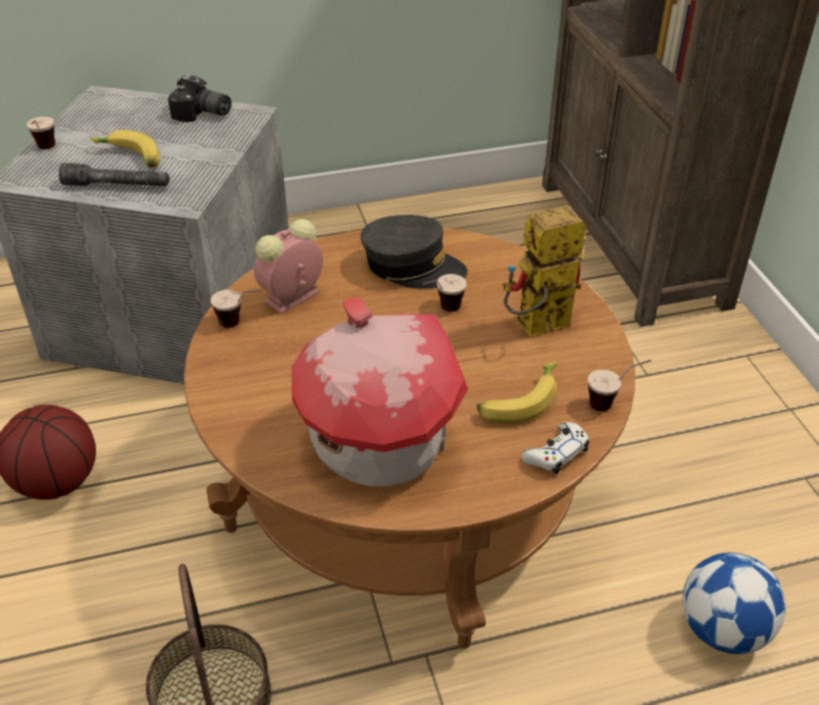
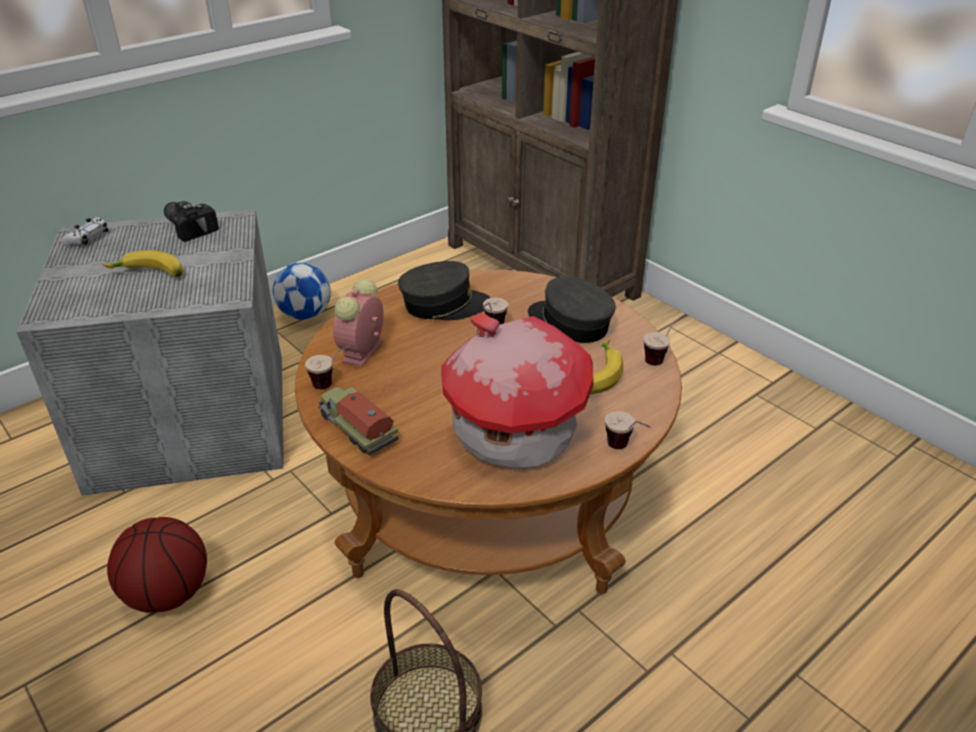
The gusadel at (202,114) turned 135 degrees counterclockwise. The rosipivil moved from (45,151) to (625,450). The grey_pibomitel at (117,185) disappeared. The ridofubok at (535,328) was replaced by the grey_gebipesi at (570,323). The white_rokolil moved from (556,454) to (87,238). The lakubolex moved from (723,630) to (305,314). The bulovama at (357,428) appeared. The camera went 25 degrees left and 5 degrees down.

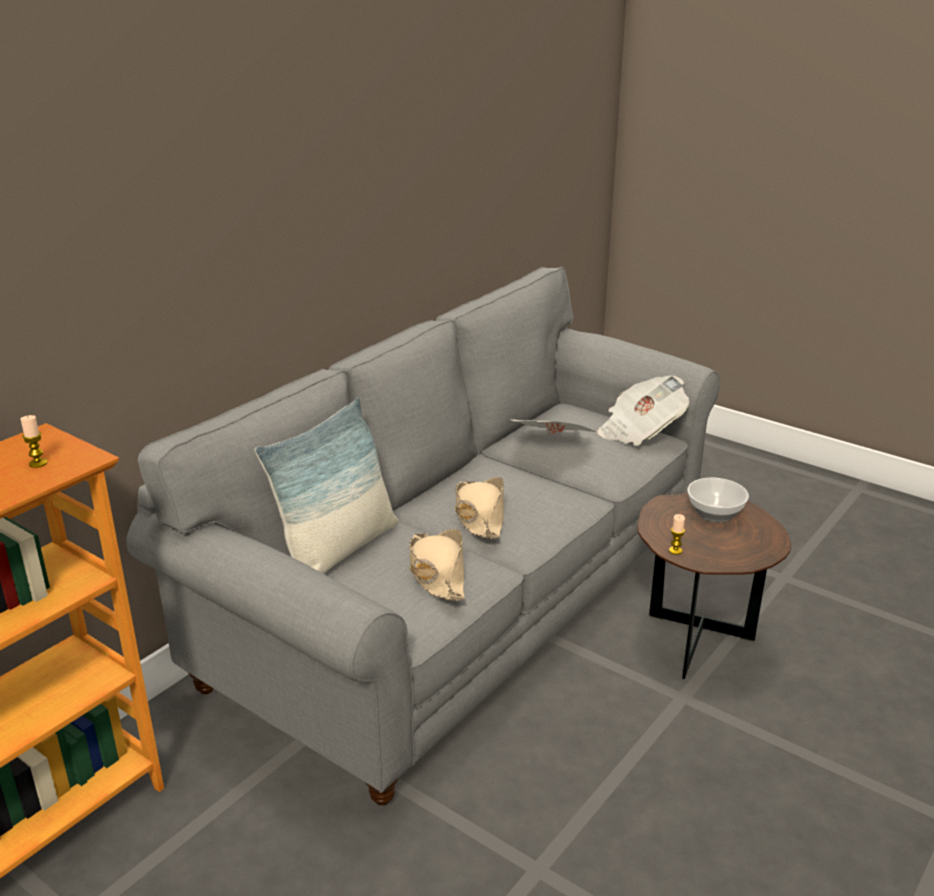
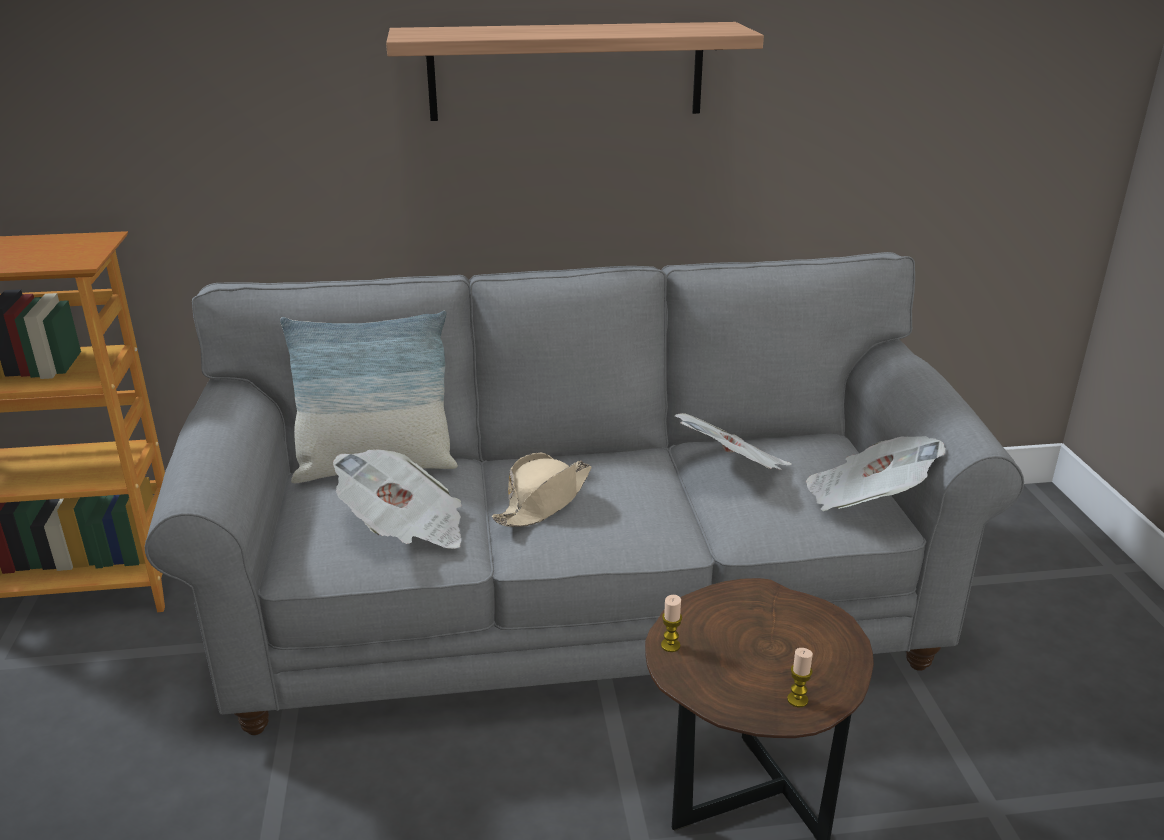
The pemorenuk moved from (38,463) to (797,700). The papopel at (716,513) disappeared. The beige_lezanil at (437,573) was replaced by the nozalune at (405,528). The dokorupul at (566,71) appeared. The camera went 45 degrees right and 0 degrees up.

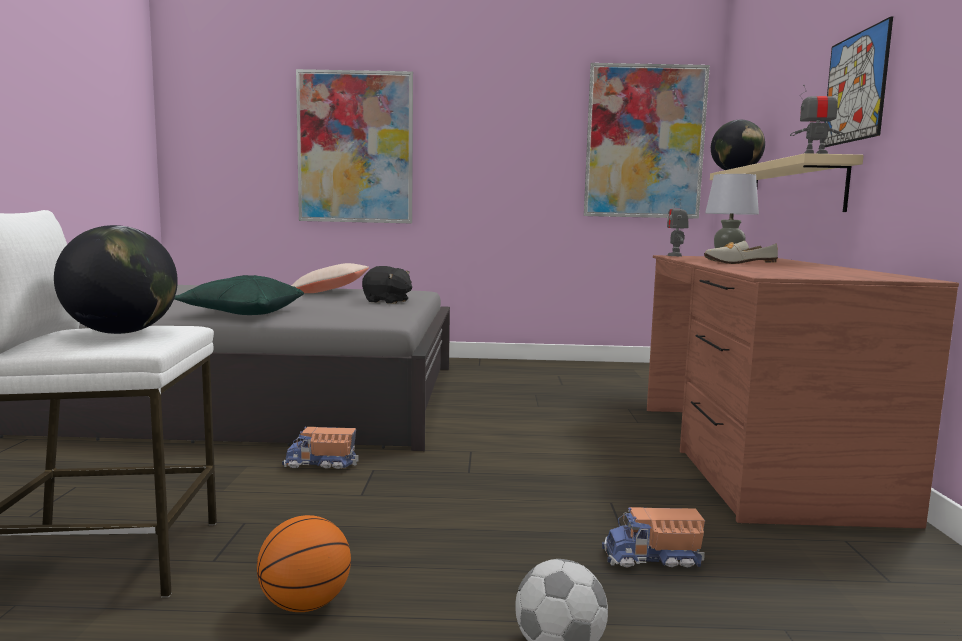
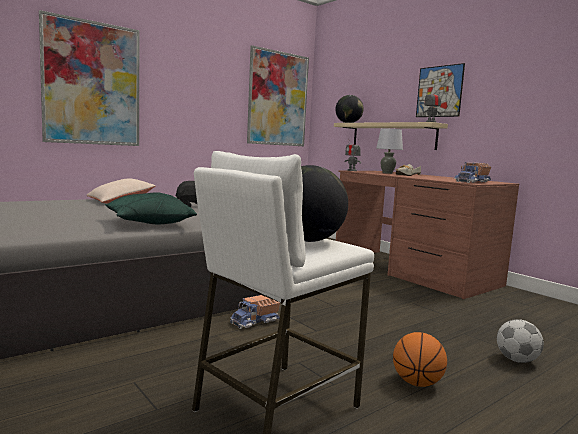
The bulovama moved from (653,559) to (472,182). The camera went 40 degrees left and 0 degrees up.

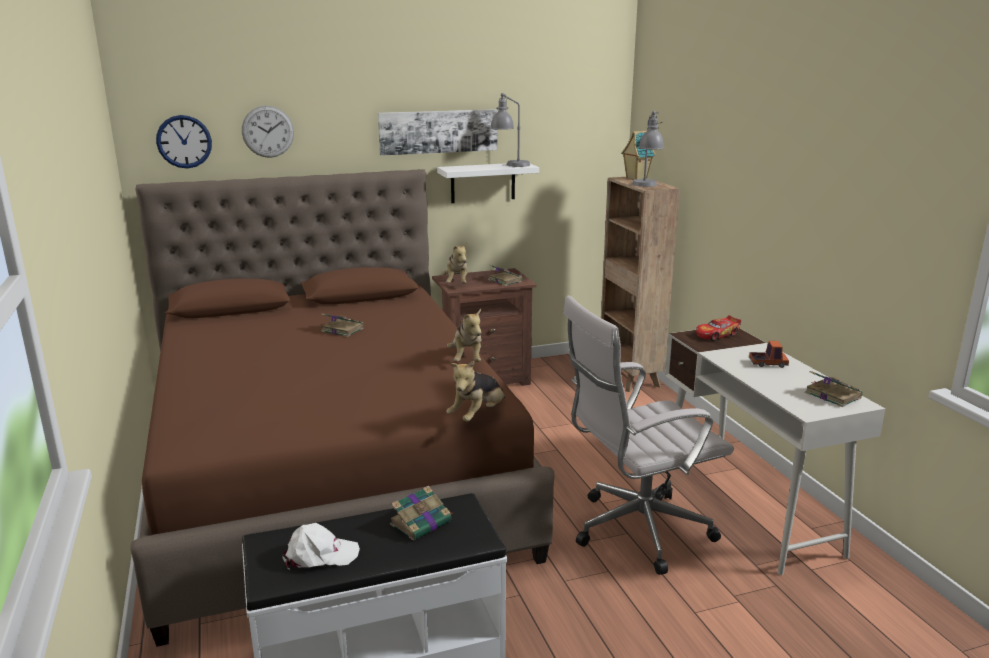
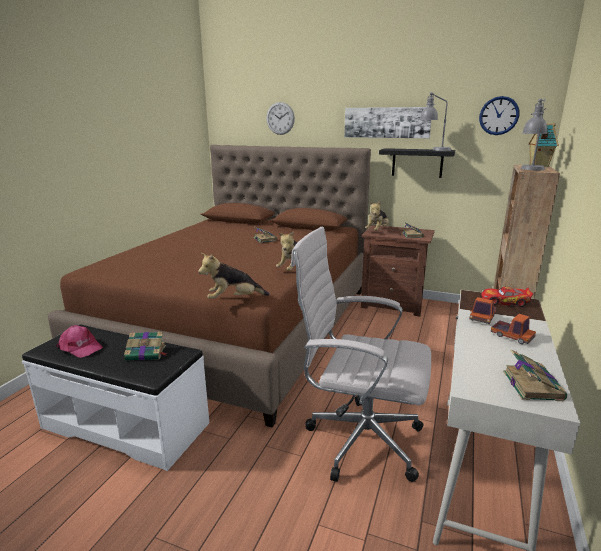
The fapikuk moved from (184,141) to (498,115). The white_dokorupul at (483,182) became the black_dokorupul at (417,163). The white_gebipesi at (320,555) became the pink_gebipesi at (80,347). The bulovama at (482,317) appeared. The camera went 40 degrees right and 0 degrees up.

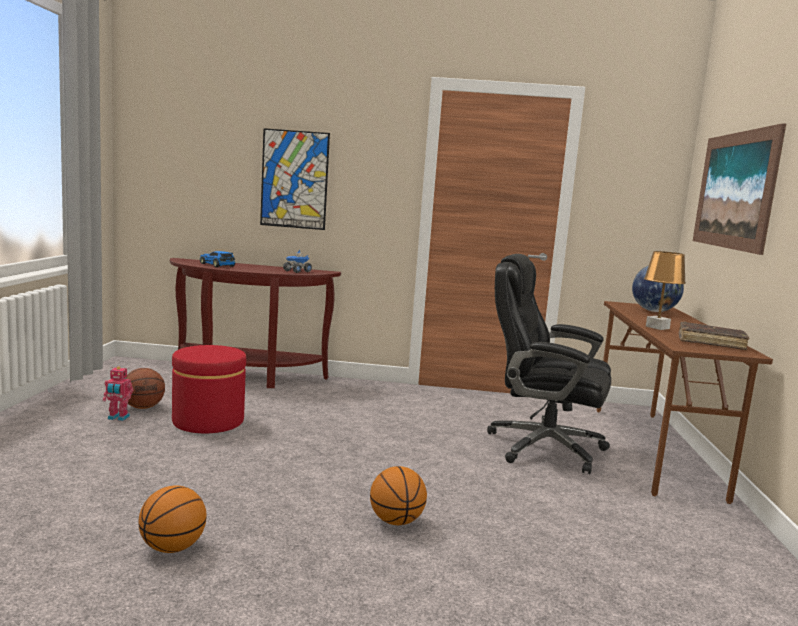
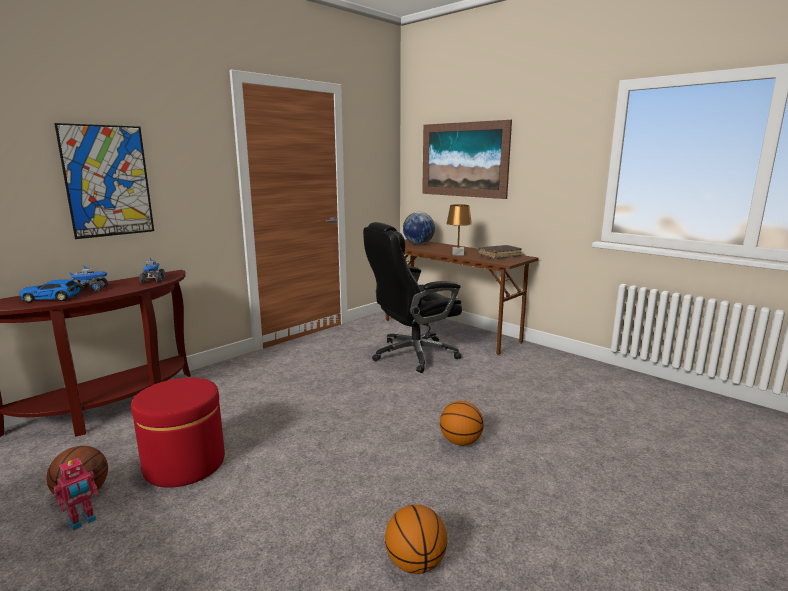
The bulovama at (91,289) appeared. The camera went 50 degrees left and 5 degrees up.

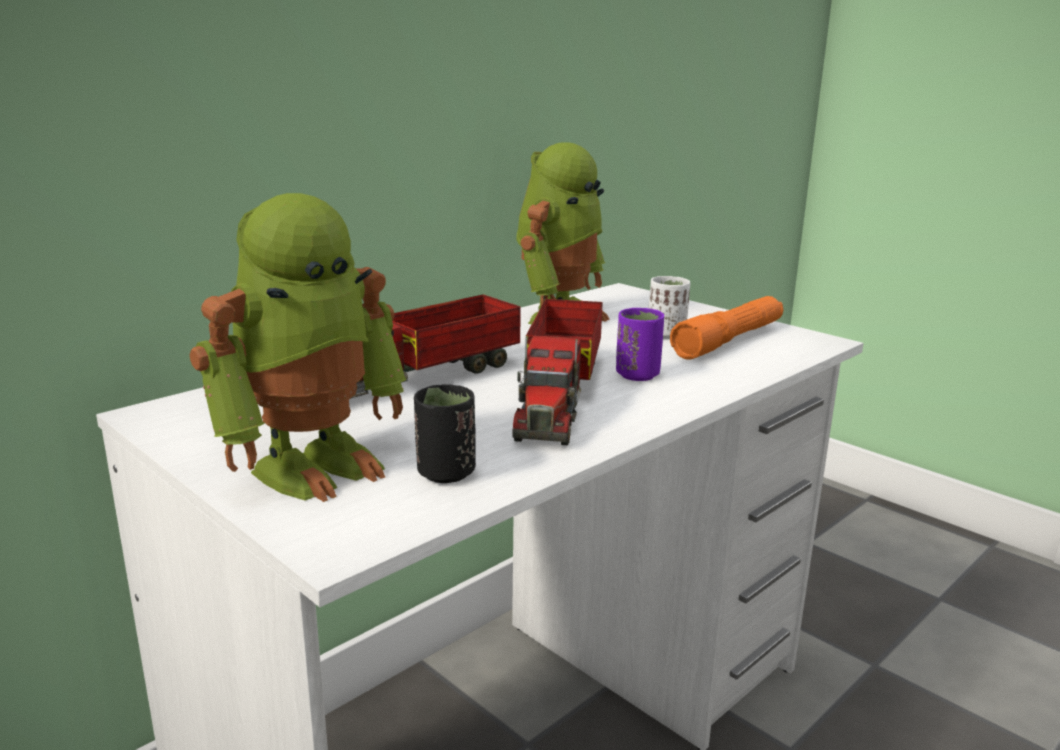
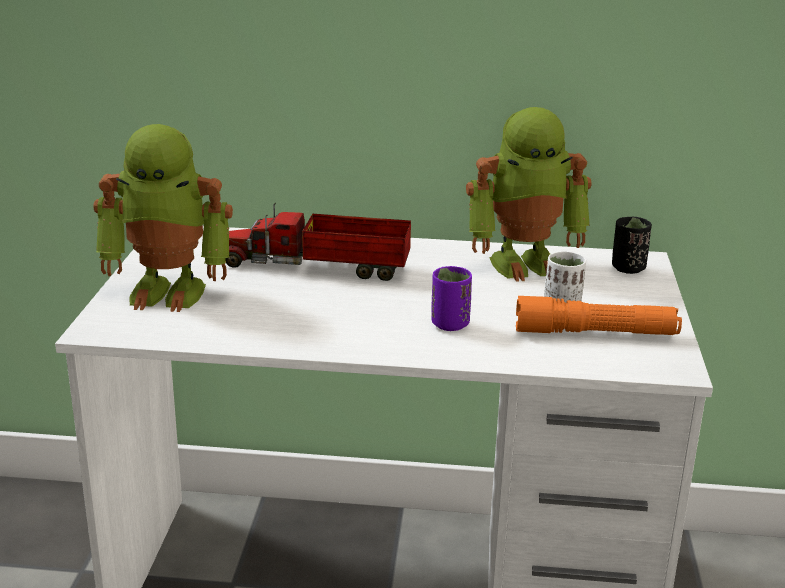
The bulovama at (559,393) disappeared. The black_rosipivil moved from (446,473) to (628,268). The camera went 50 degrees right and 5 degrees up.

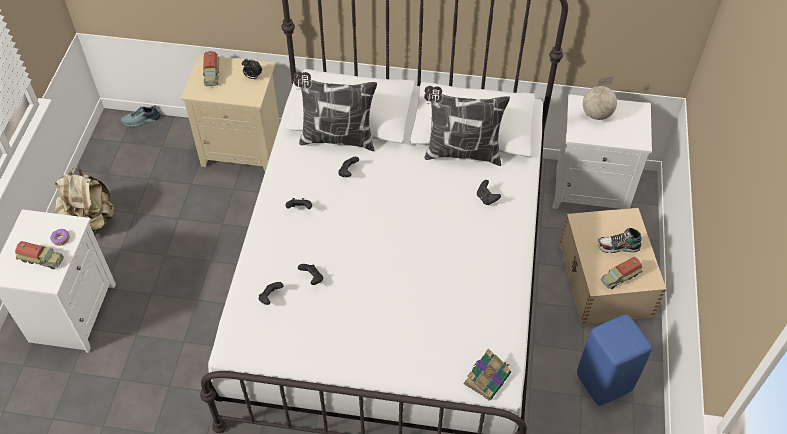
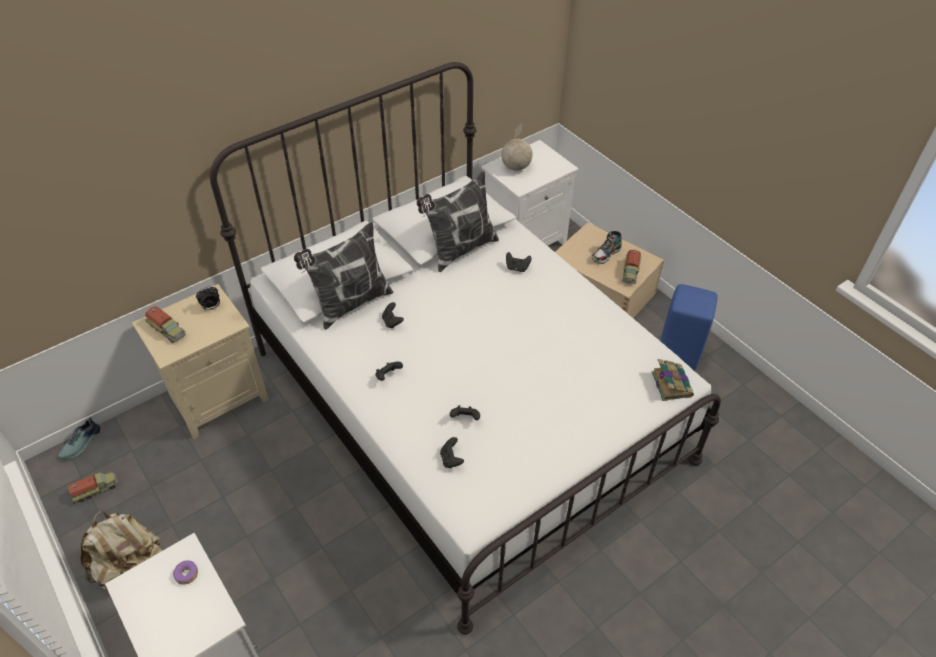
The bulovama moved from (41,259) to (95,489). The camera went 45 degrees left and 5 degrees down.

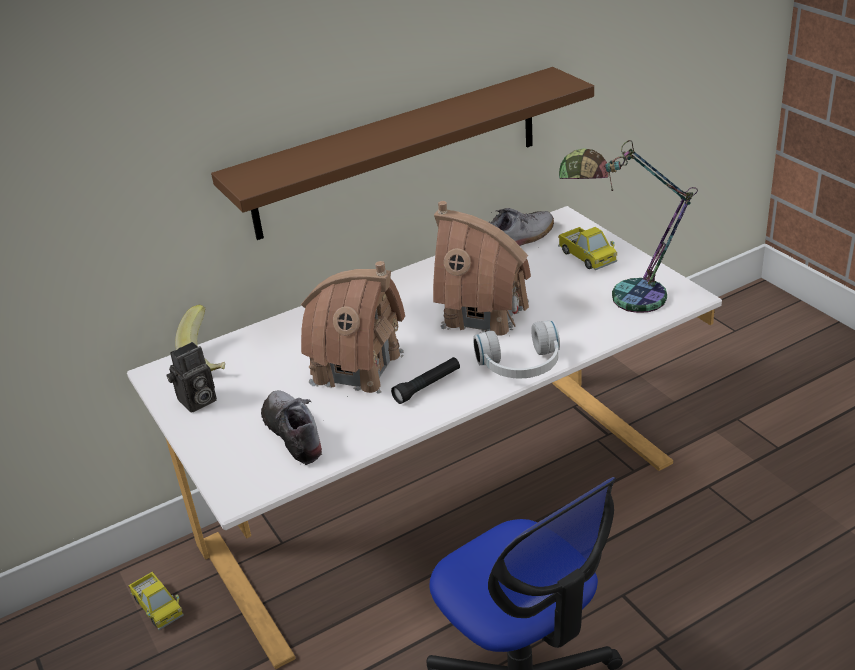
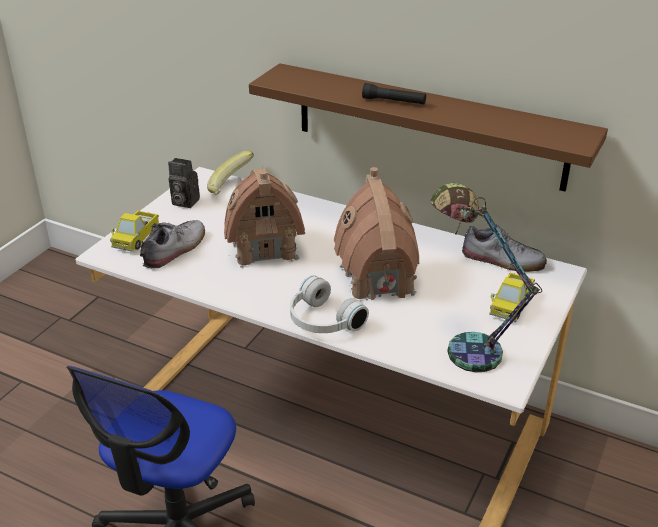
The black_pibomitel moved from (427,386) to (394,102). The bulovama moved from (158,607) to (136,238). The camera went 55 degrees right and 0 degrees up.

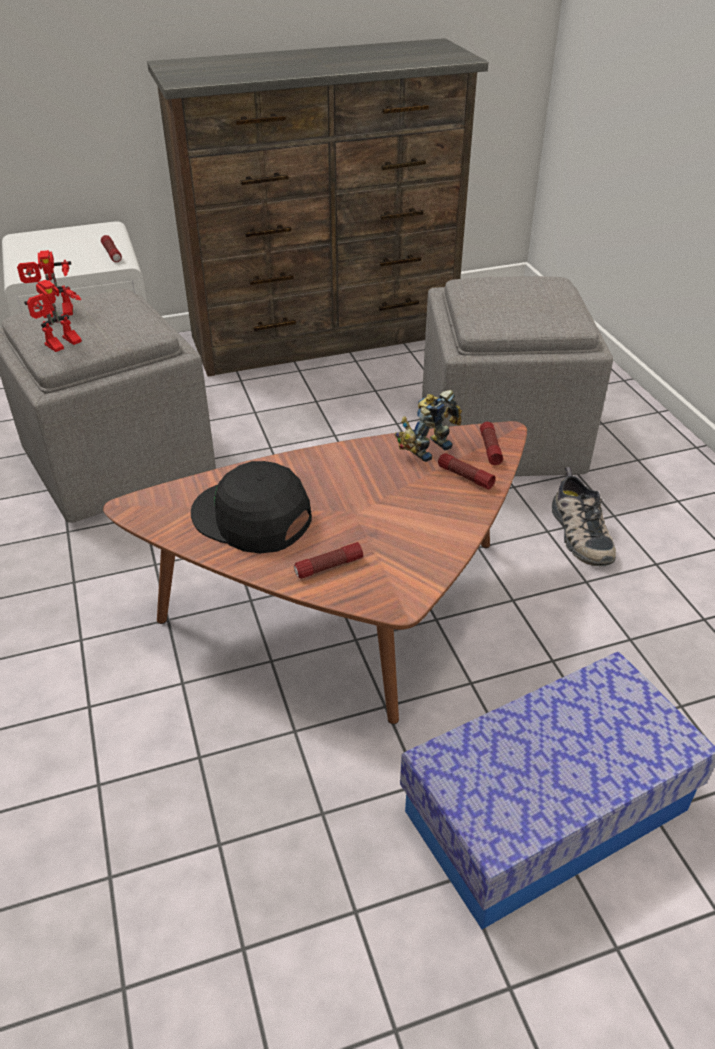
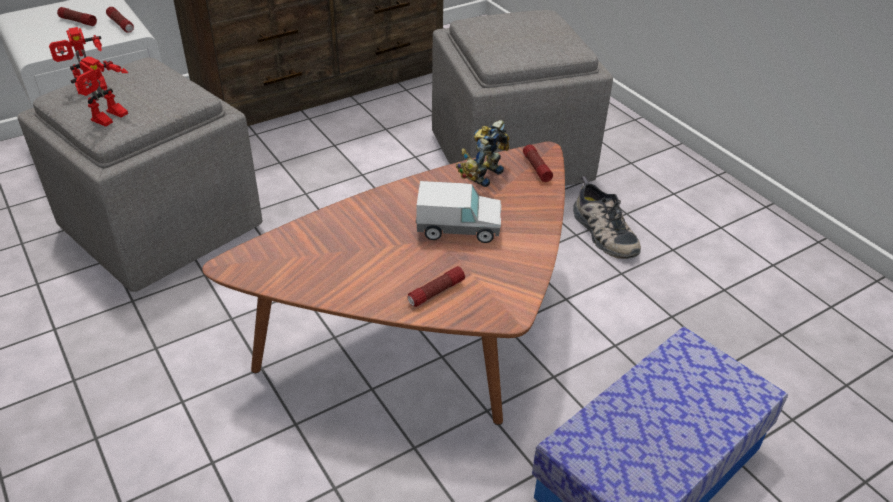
The pibomitel moved from (465,477) to (78,21). The black_gebipesi at (252,518) disappeared. The bulovama at (458,228) appeared. The camera went 15 degrees left and 0 degrees up.

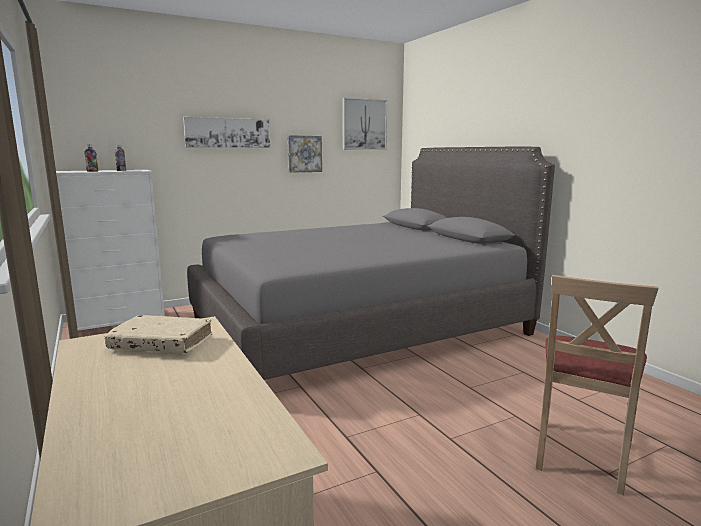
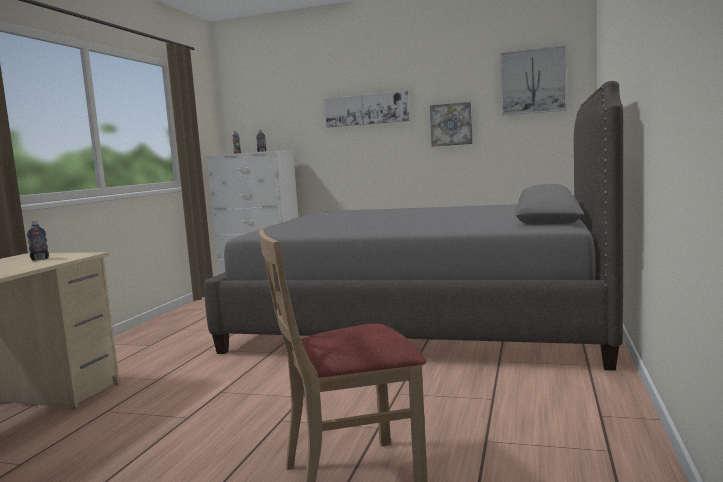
The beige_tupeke at (161,344) was replaced by the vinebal at (40,259). The camera went 45 degrees right and 5 degrees down.

